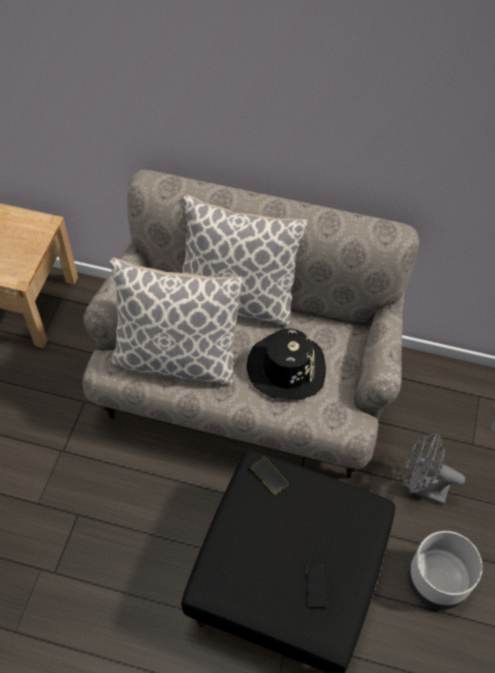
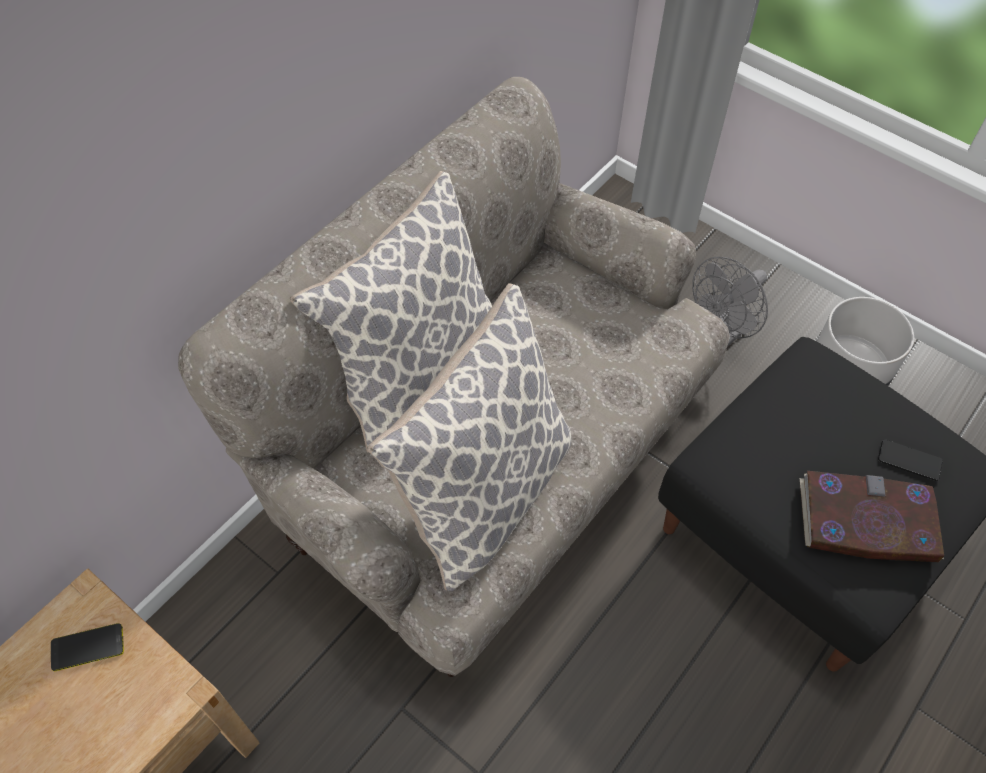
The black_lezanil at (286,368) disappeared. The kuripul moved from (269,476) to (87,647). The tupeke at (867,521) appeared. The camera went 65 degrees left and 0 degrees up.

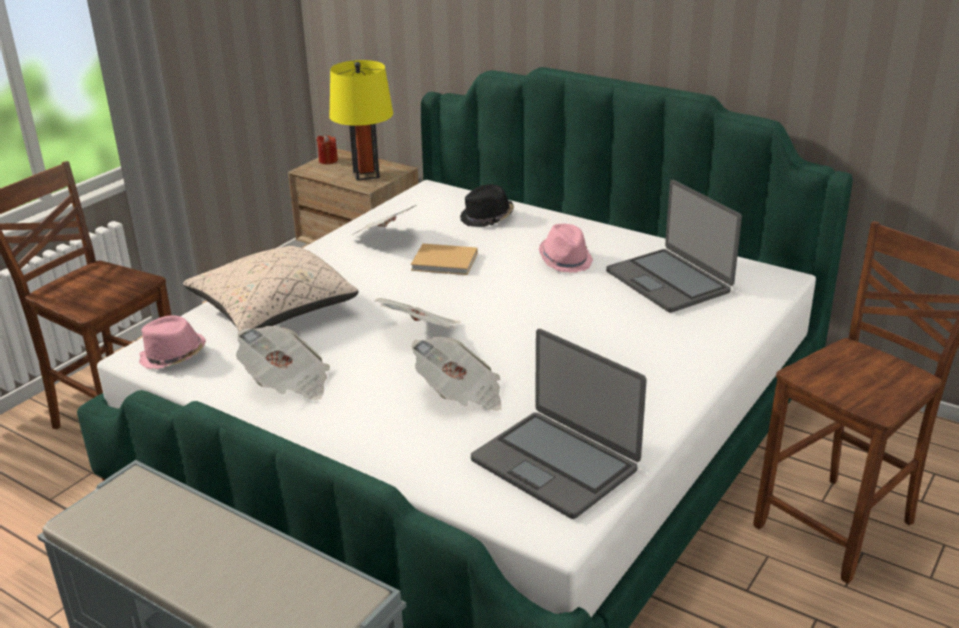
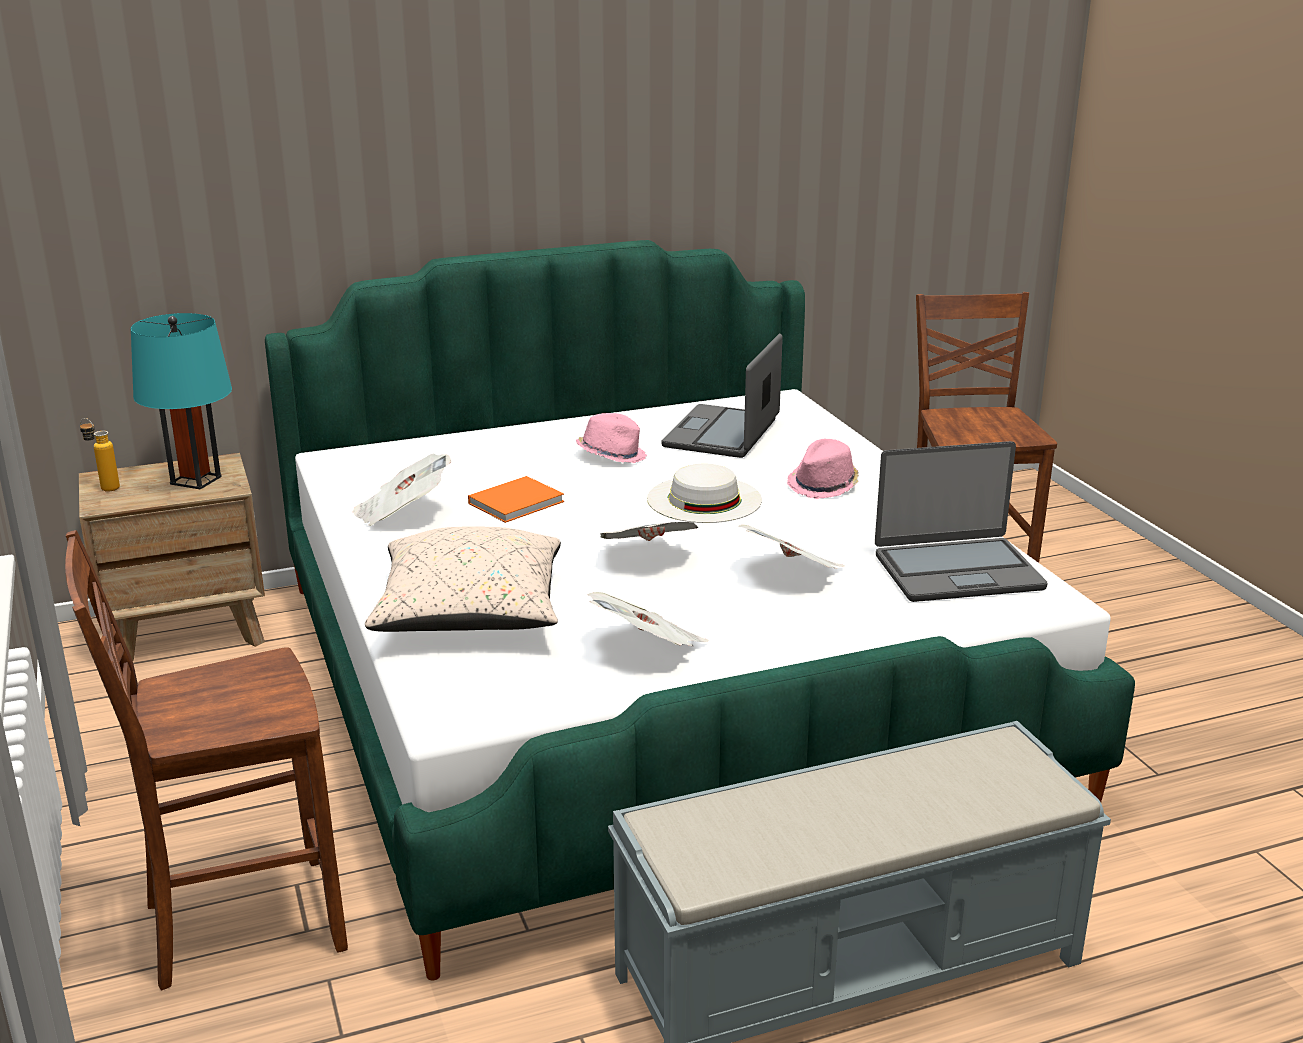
The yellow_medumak at (366,174) became the turquoise_medumak at (196,480). The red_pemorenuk at (328,160) was replaced by the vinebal at (104,487). The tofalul at (669,281) turned 105 degrees clockwise. The black_lezanil at (487,218) disappeared. The beige_tupeke at (446,262) became the orange_tupeke at (518,502). The pink_lezanil moved from (173,357) to (824,485). The white_lezanil at (704,499) appeared. The camera went 55 degrees left and 5 degrees down.

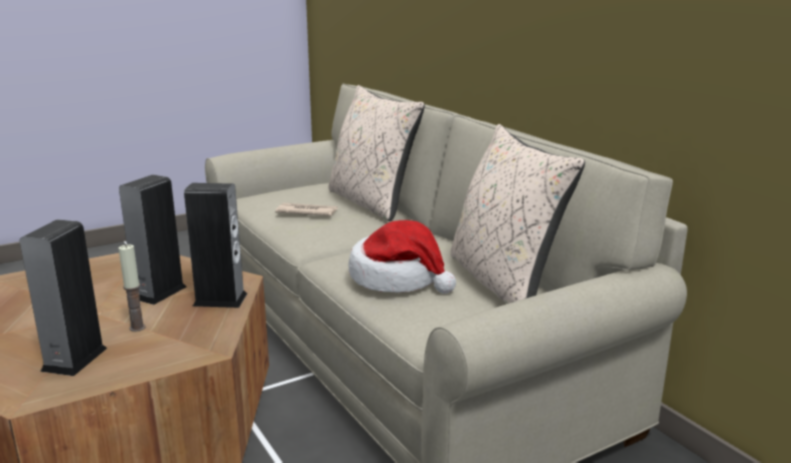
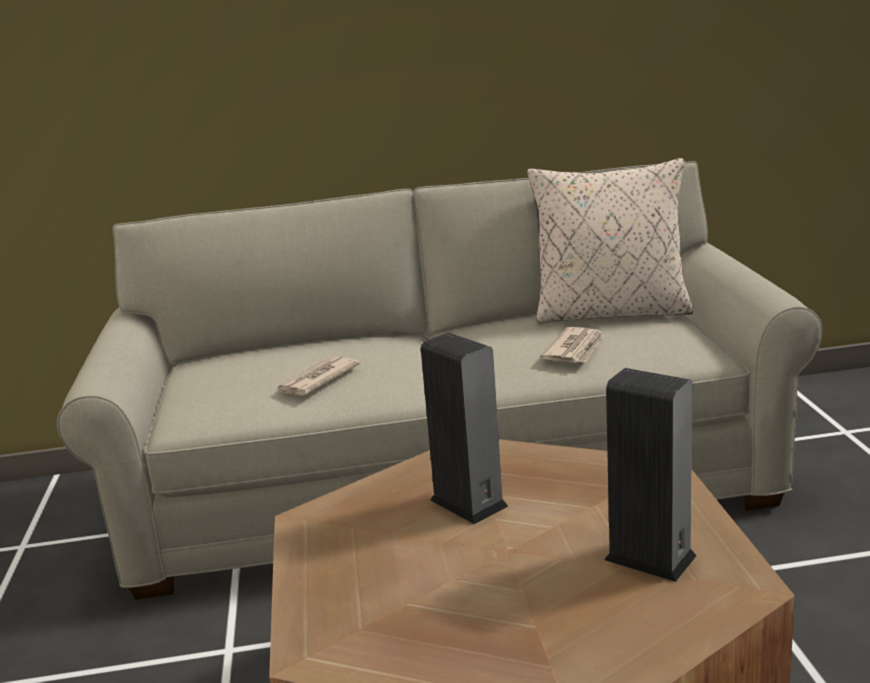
The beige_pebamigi at (371,203) disappeared. The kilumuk at (220,299) disappeared. The lezanil at (398,278) was replaced by the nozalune at (575,349). The pemorenuk at (137,328) disappeared. The camera went 65 degrees left and 0 degrees up.

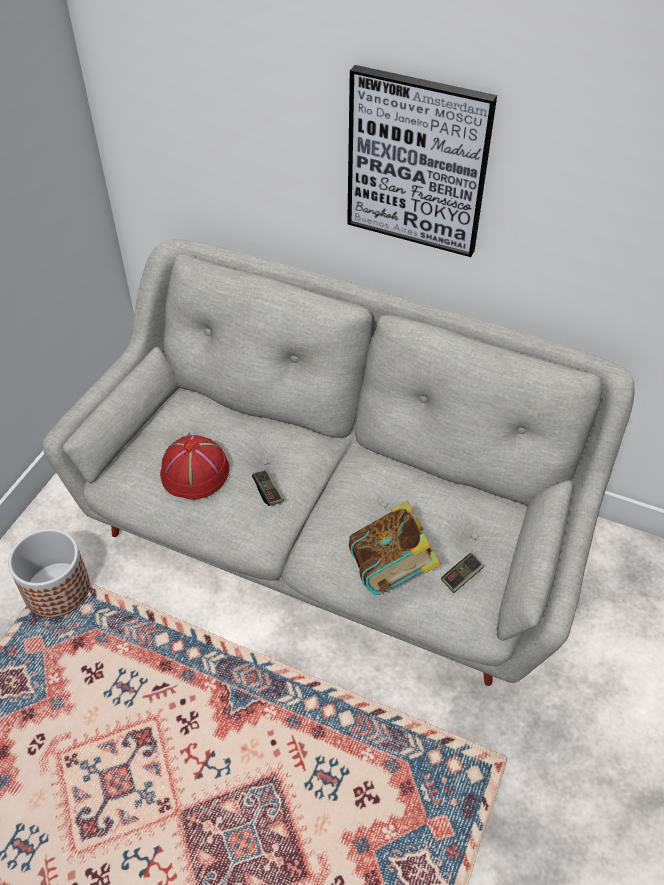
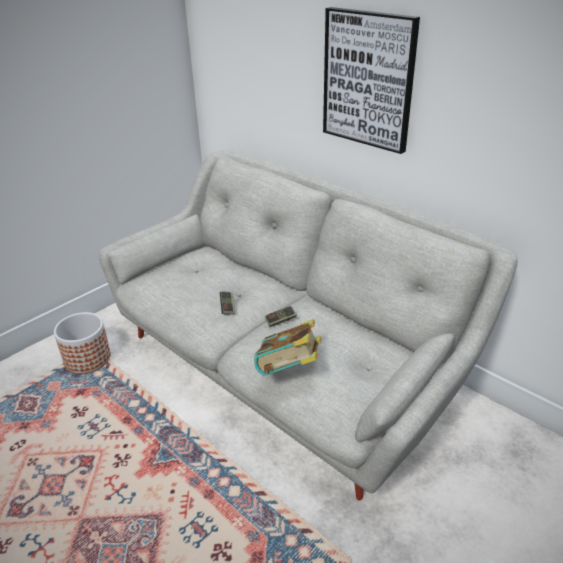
The red_lezanil at (195,473) disappeared. The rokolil moved from (462,577) to (280,321). The camera went 20 degrees right and 15 degrees down.

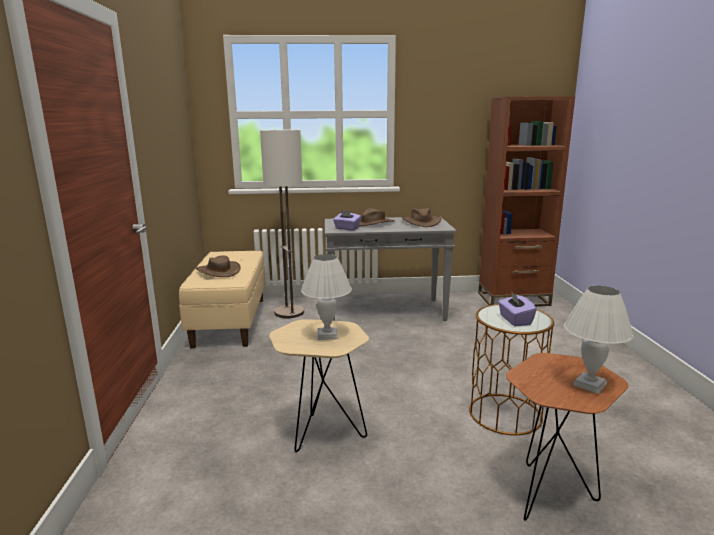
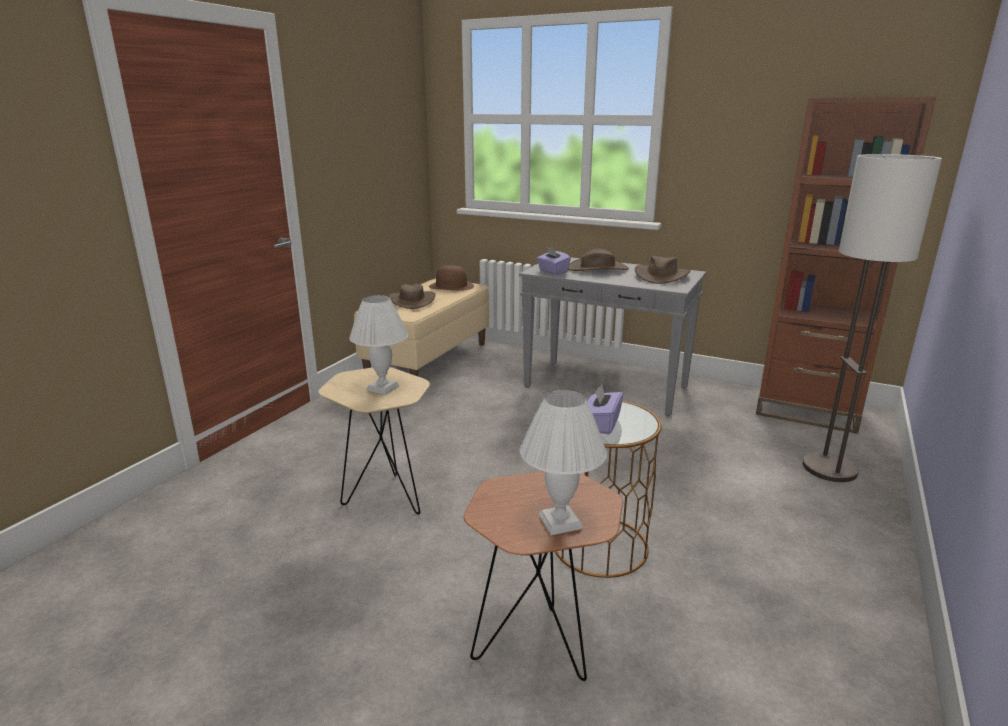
The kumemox moved from (289,312) to (830,469). The brown_lezanil at (451,286) appeared. The camera went 30 degrees right and 5 degrees up.

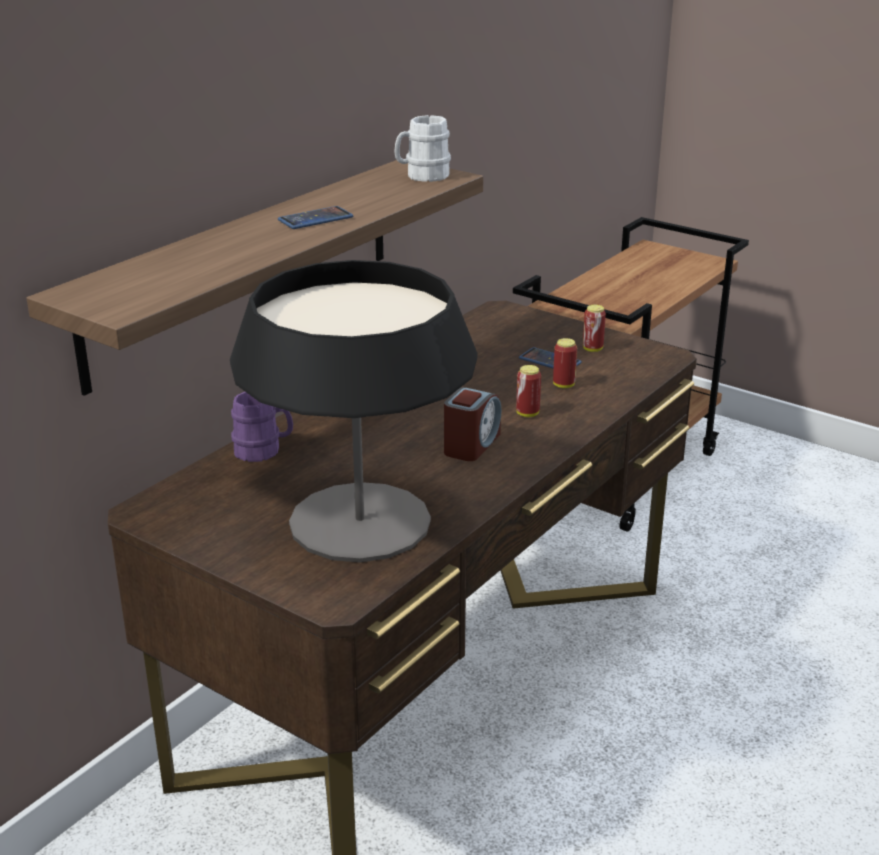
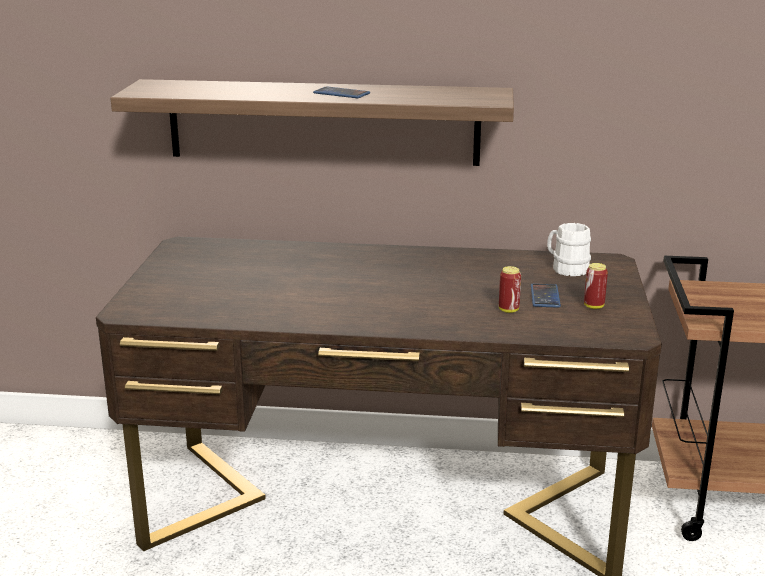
The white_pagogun moved from (422,176) to (566,268). The medumak at (359,522) disappeared. The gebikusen at (527,414) disappeared. The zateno at (471,445) disappeared. The purple_pagogun at (263,451) disappeared. The camera went 60 degrees right and 5 degrees down.

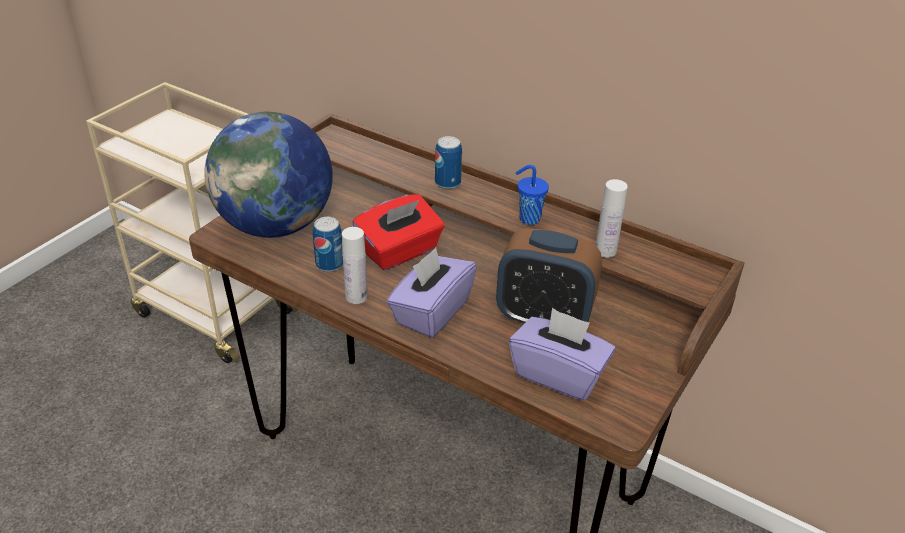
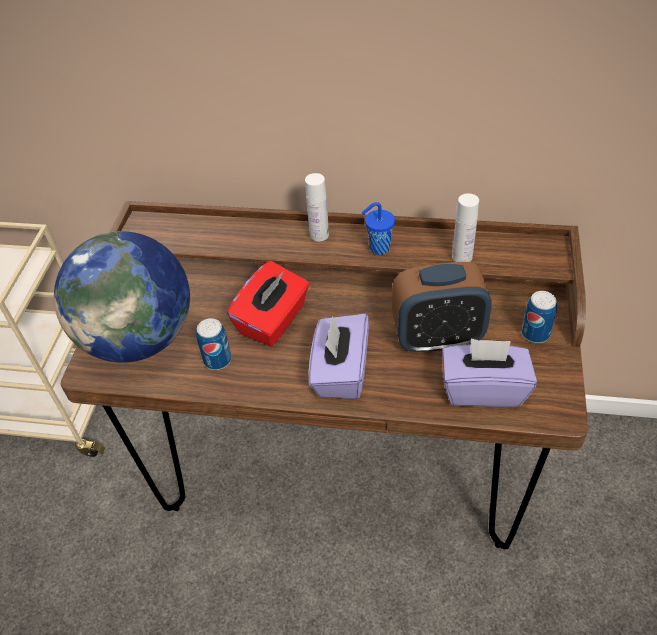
The gebikusen moved from (447,183) to (535,333). The white_vinebal moved from (356,297) to (319,235). The camera went 20 degrees left and 10 degrees up.

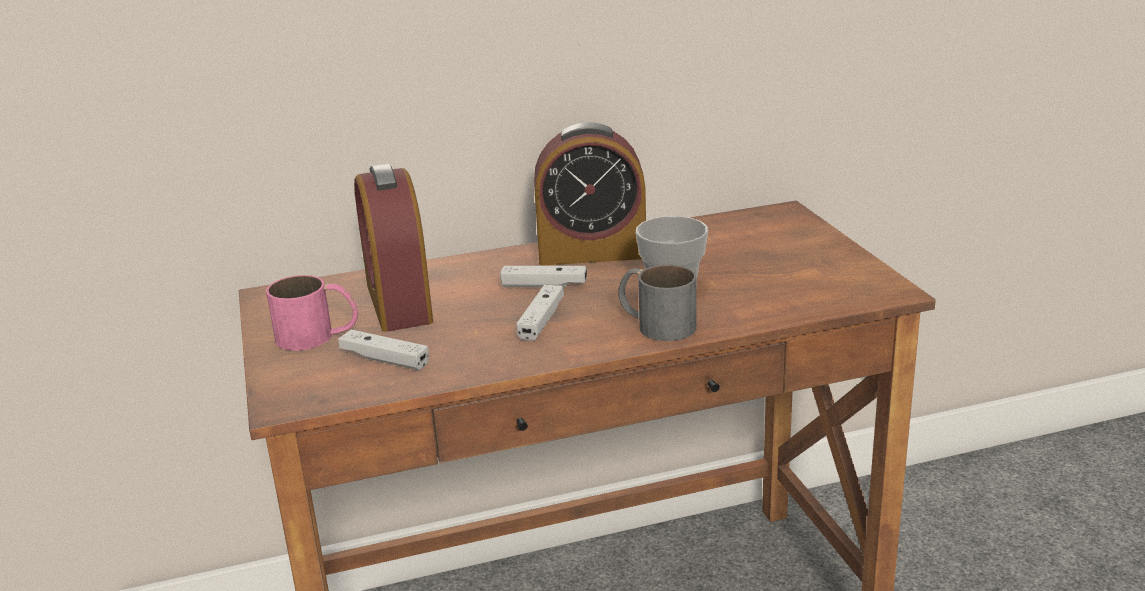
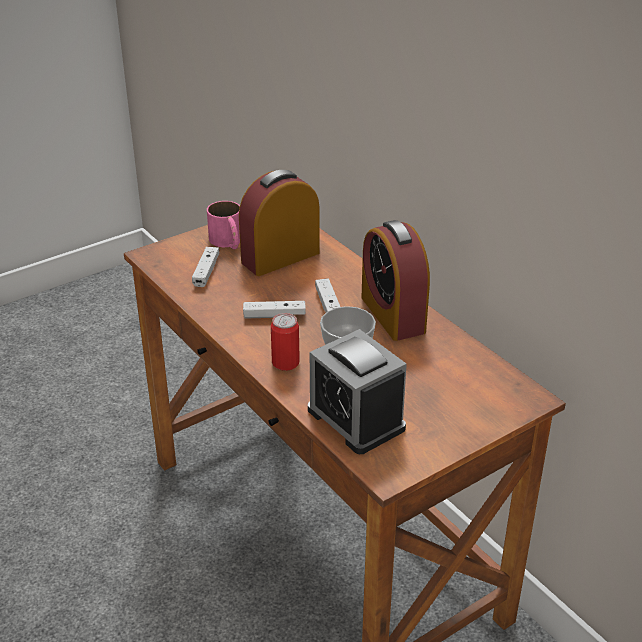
The grey_pagogun at (655,324) was replaced by the gebikusen at (285,363). The zateno at (356,419) appeared. The camera went 70 degrees right and 10 degrees up.

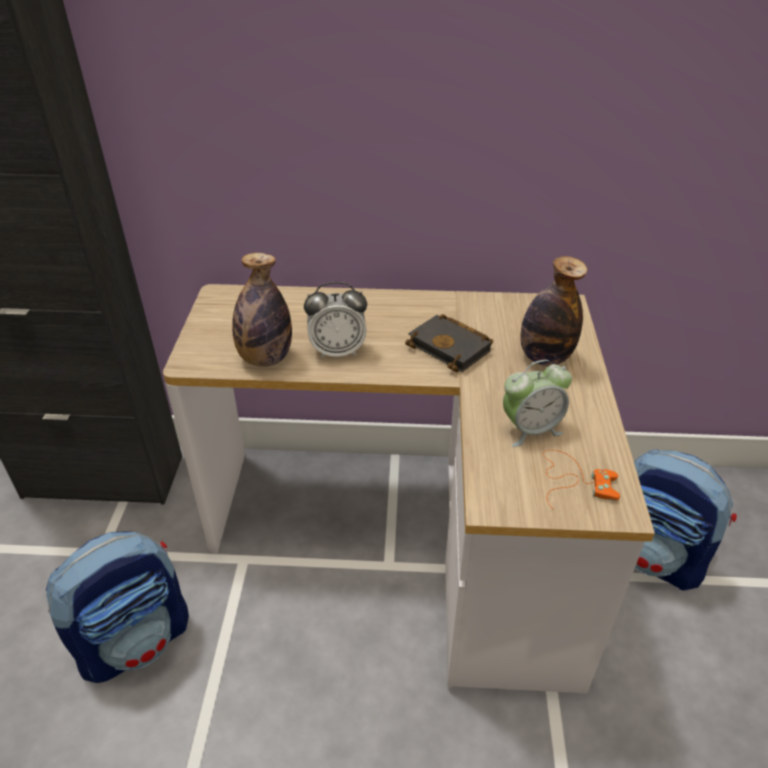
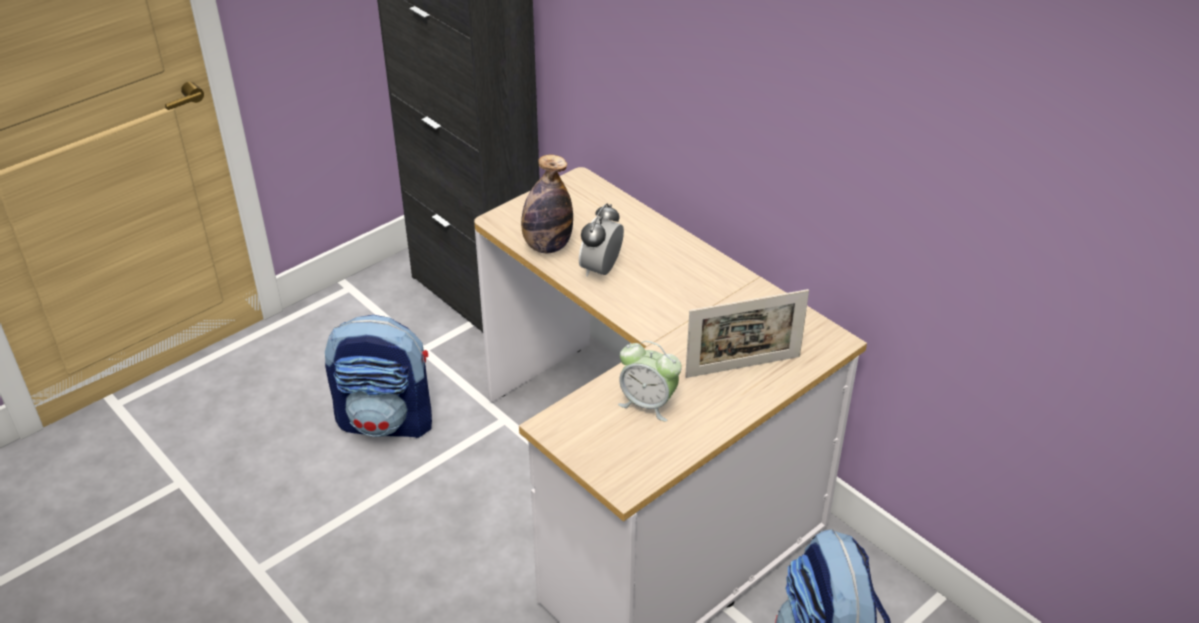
The vinebal at (544,357) was replaced by the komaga at (743,366). The zateno at (338,351) turned 75 degrees clockwise. The black_tupeke at (452,348) disappeared. The orange_rokolil at (574,479) disappeared. The camera went 45 degrees right and 0 degrees up.

